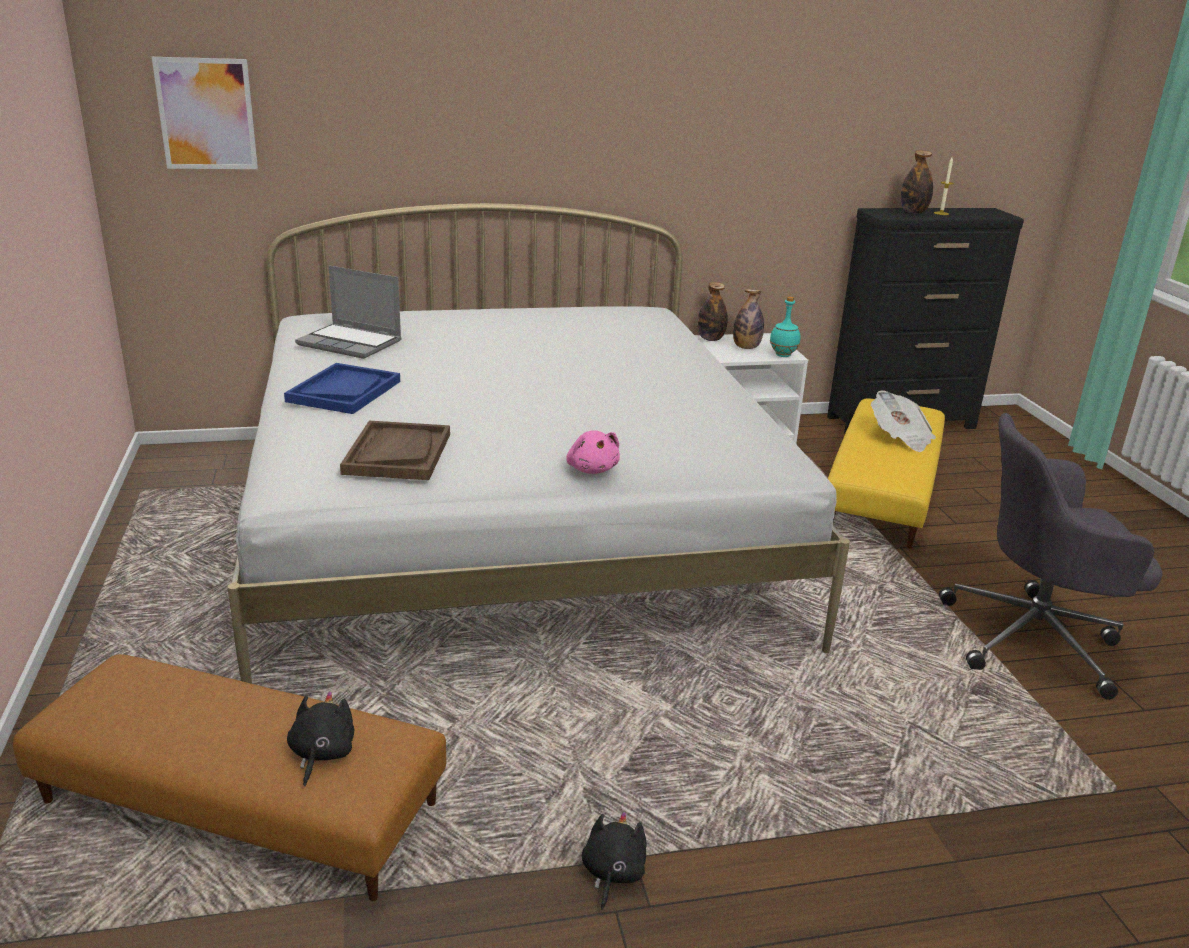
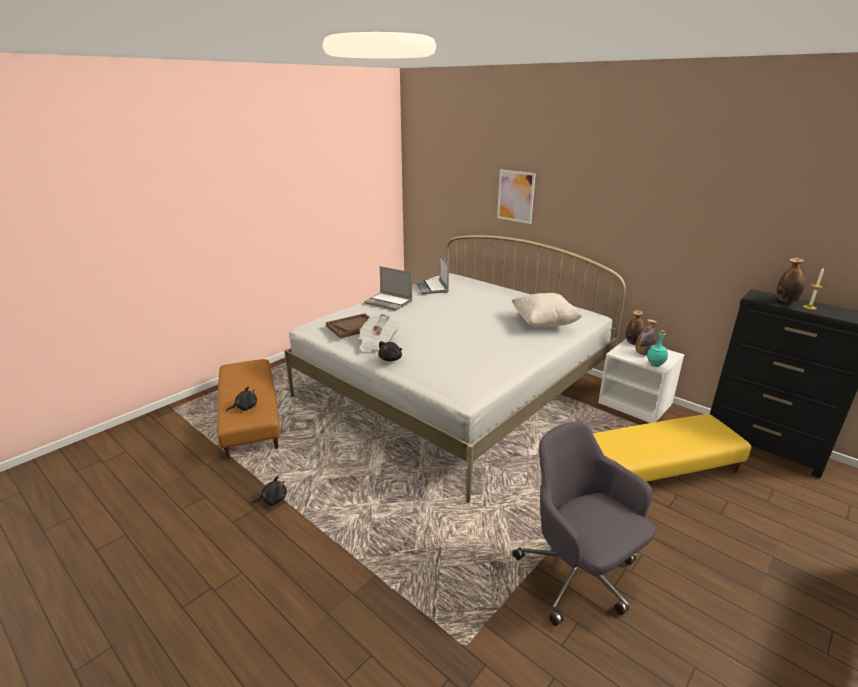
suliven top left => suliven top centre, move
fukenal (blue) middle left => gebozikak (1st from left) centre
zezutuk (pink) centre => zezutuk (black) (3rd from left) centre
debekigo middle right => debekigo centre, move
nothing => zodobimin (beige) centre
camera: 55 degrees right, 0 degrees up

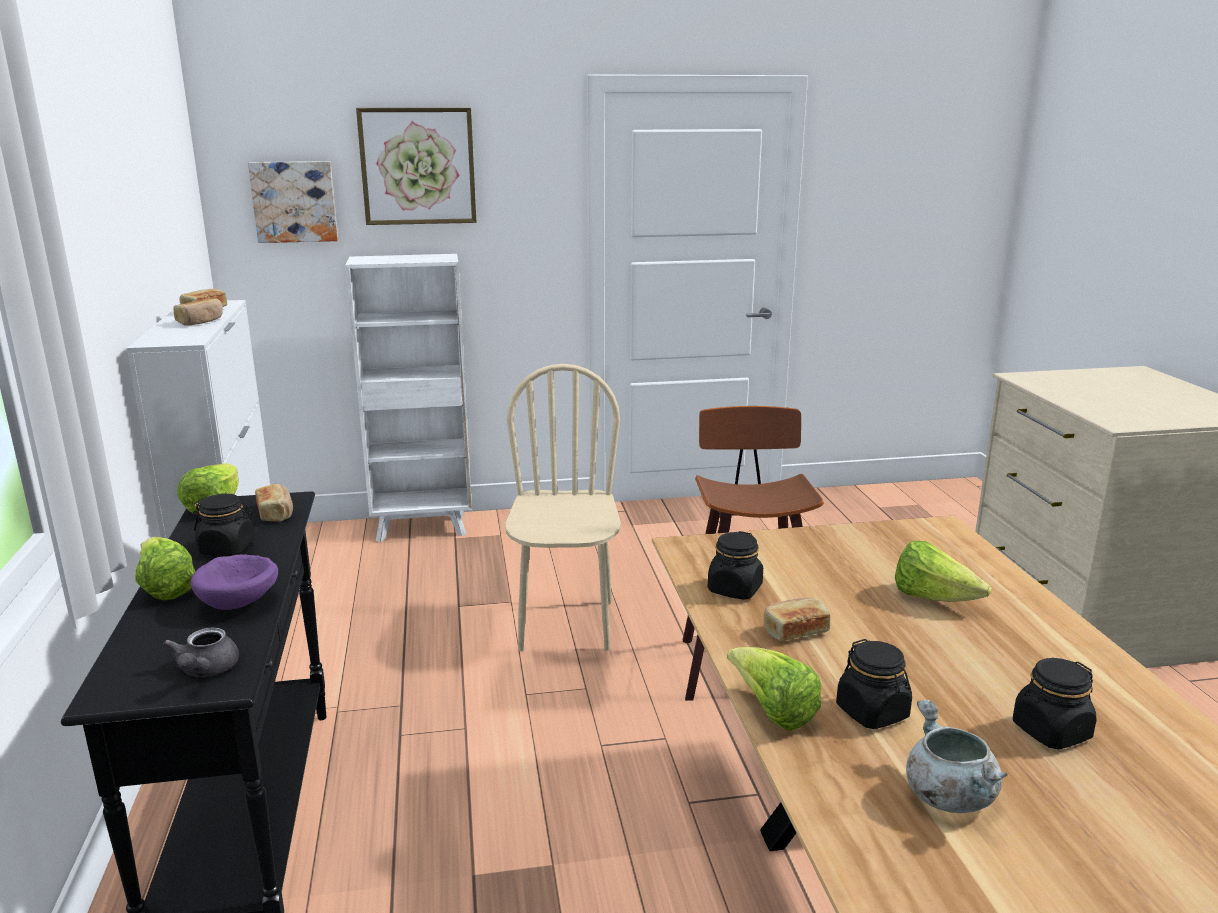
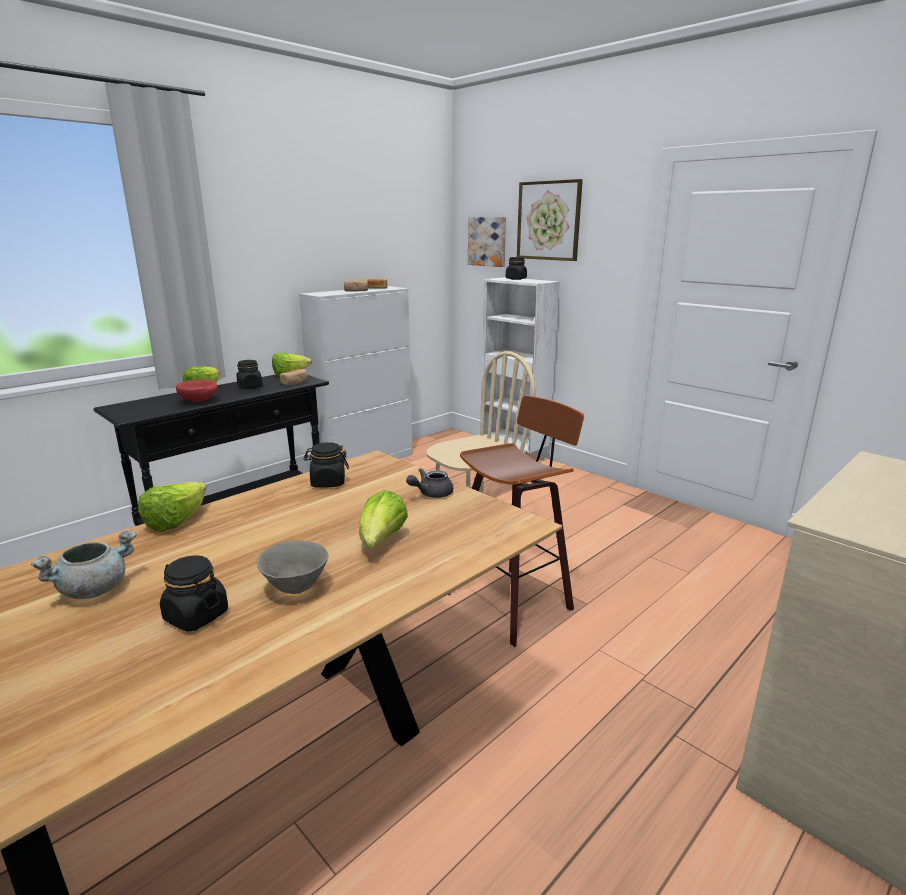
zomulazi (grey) bottom left => zomulazi (grey) centre, move
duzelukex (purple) middle left => duzelukex (red) middle left
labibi (4th from left) bottom centre => nothing
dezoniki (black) (3rd from left in the first image) bottom right => dezoniki (black) (4th from left) top centre, move
nothing => duzelukex (grey) middle left
camera: 55 degrees right, 0 degrees up

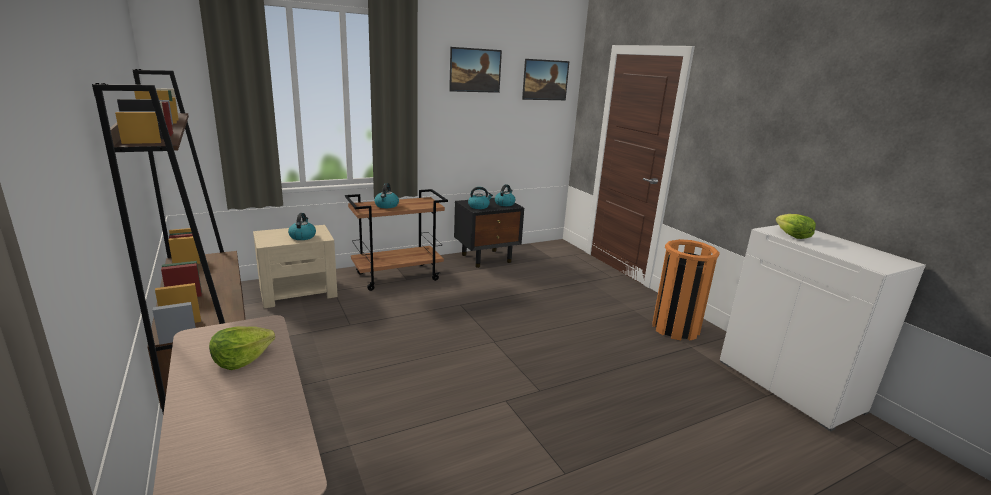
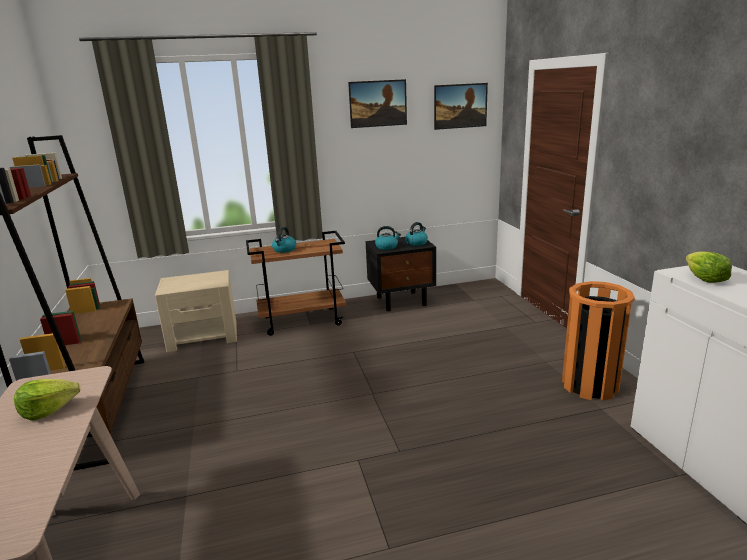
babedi (1st from left) middle left => nothing
camera: 15 degrees right, 0 degrees up

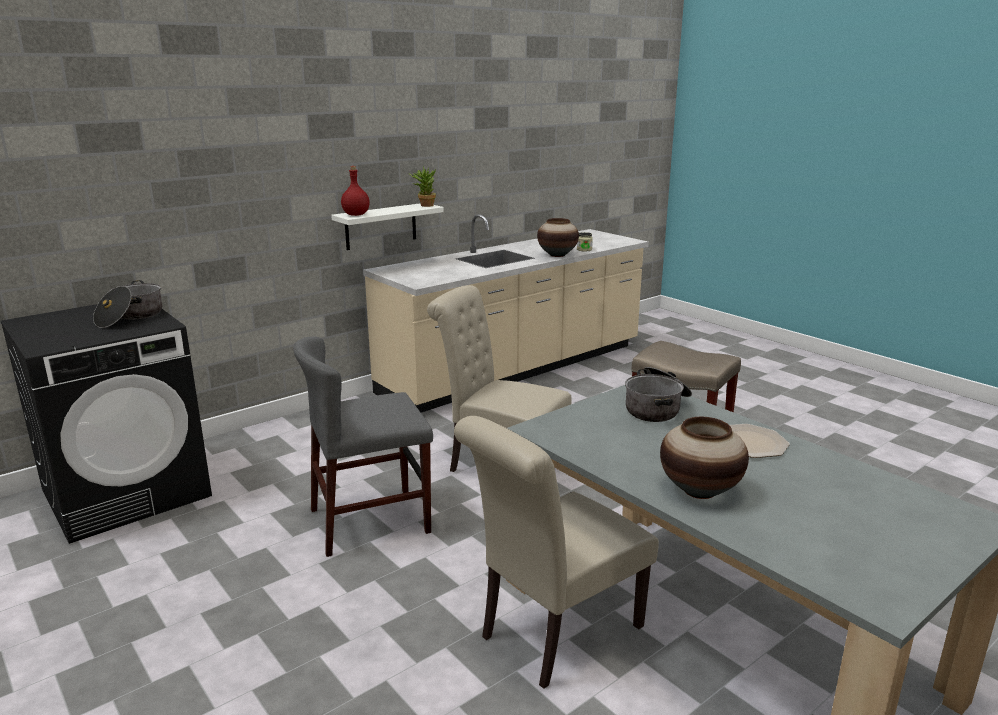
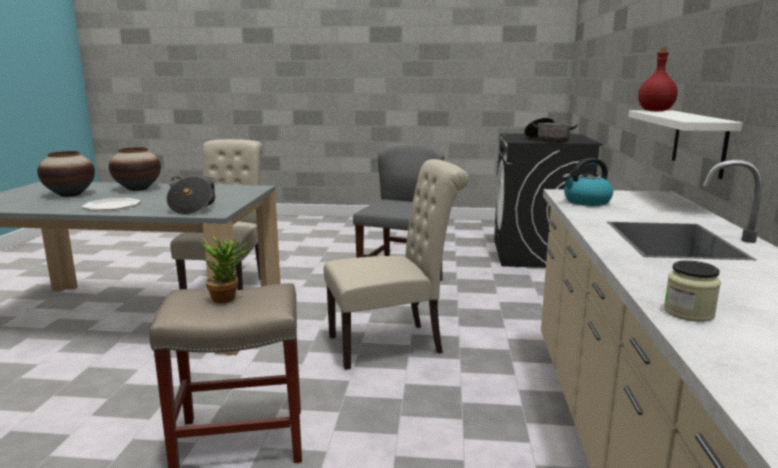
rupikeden top centre => rupikeden middle left, move
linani (1st from left) top centre => linani (1st from left) middle left, move
nothing => babedi middle right
camera: 135 degrees right, 5 degrees down

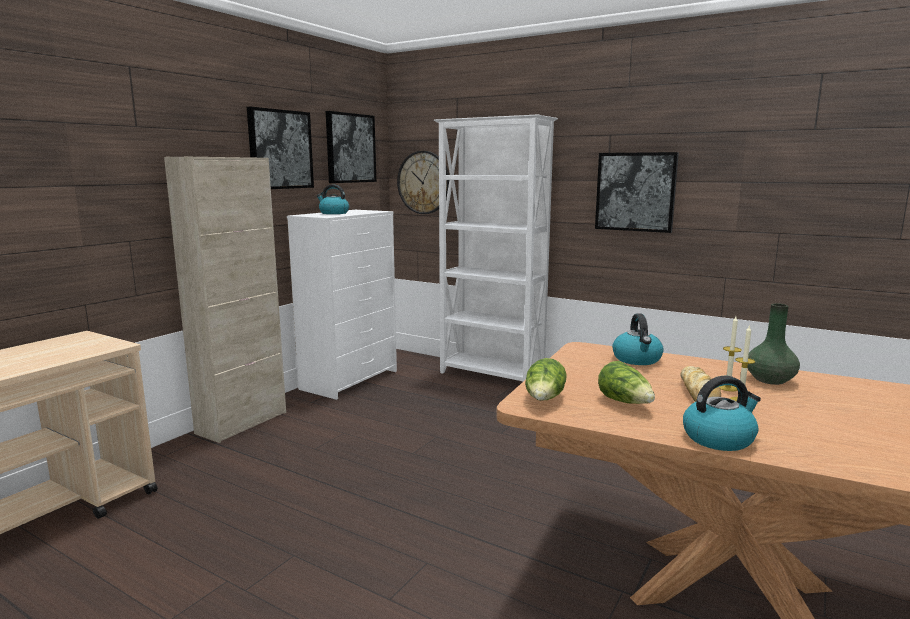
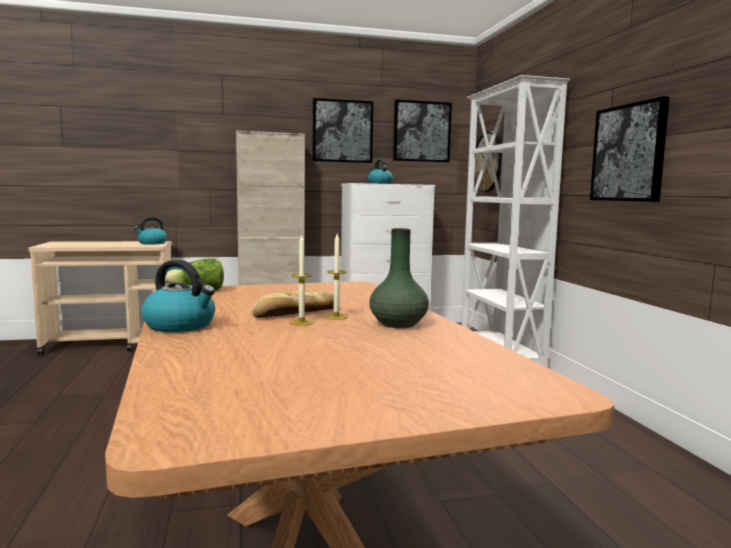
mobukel (2nd from left) middle right => nothing
babedi (2nd from left in the first image) middle right => babedi (1st from left) middle left, move
camera: 45 degrees right, 5 degrees down

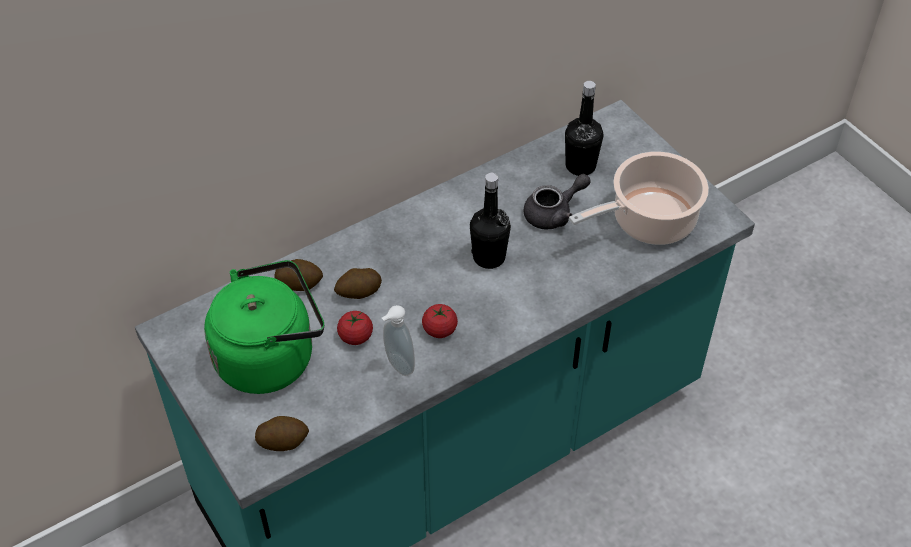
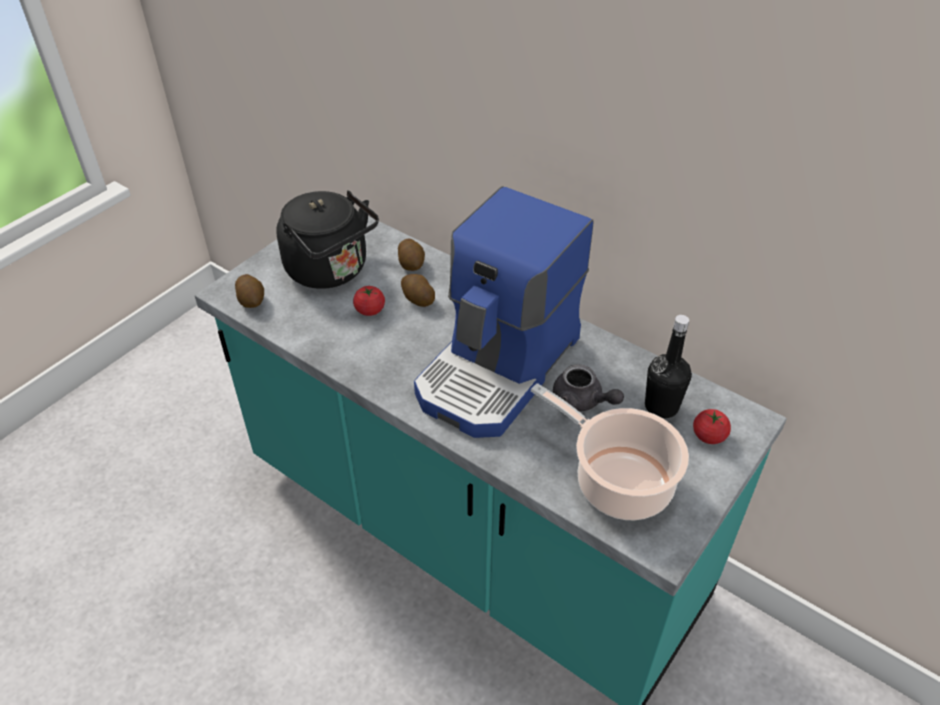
babedi (green) middle left => babedi (black) centre
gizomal centre => nothing
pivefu (2nd from left) centre => pivefu (2nd from left) middle right, move
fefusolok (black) (1st from left) centre => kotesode centre
camera: 70 degrees right, 5 degrees down

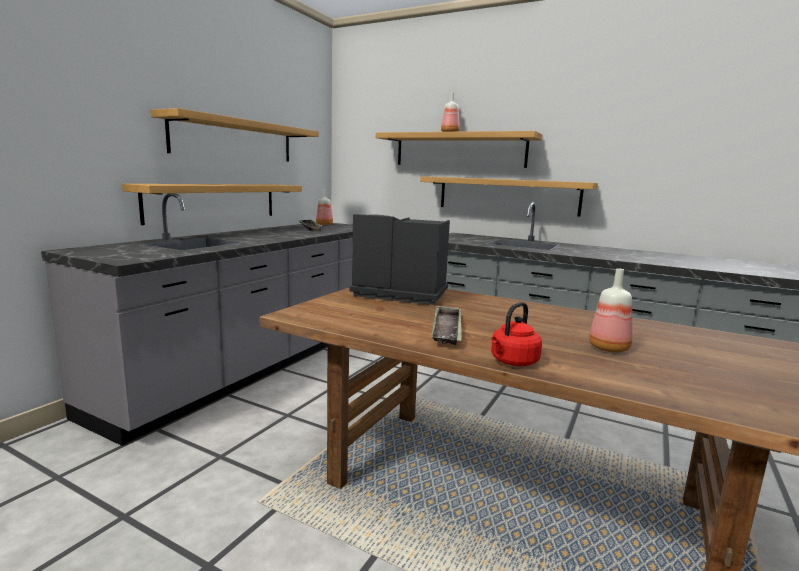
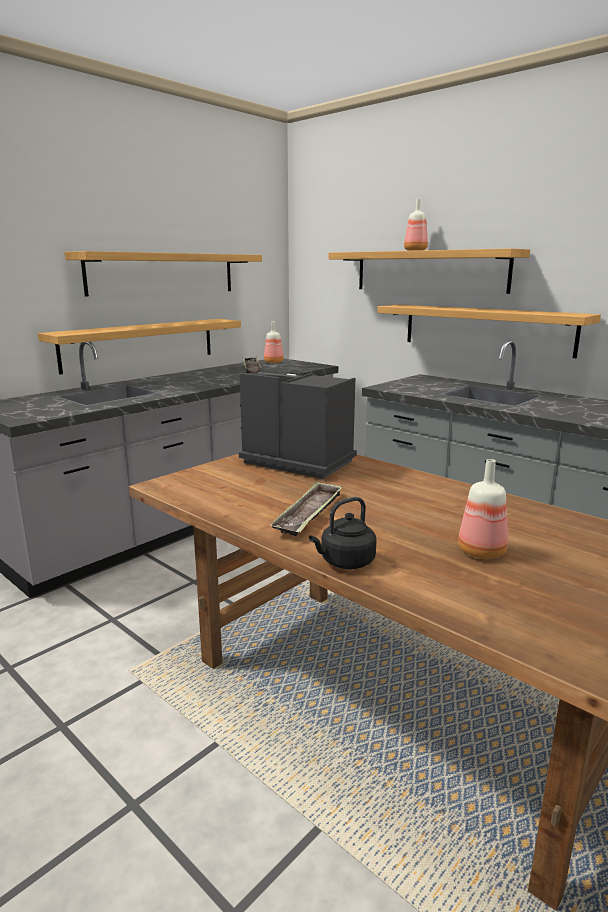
babedi (red) centre => babedi (black) centre
camera: 15 degrees right, 5 degrees up

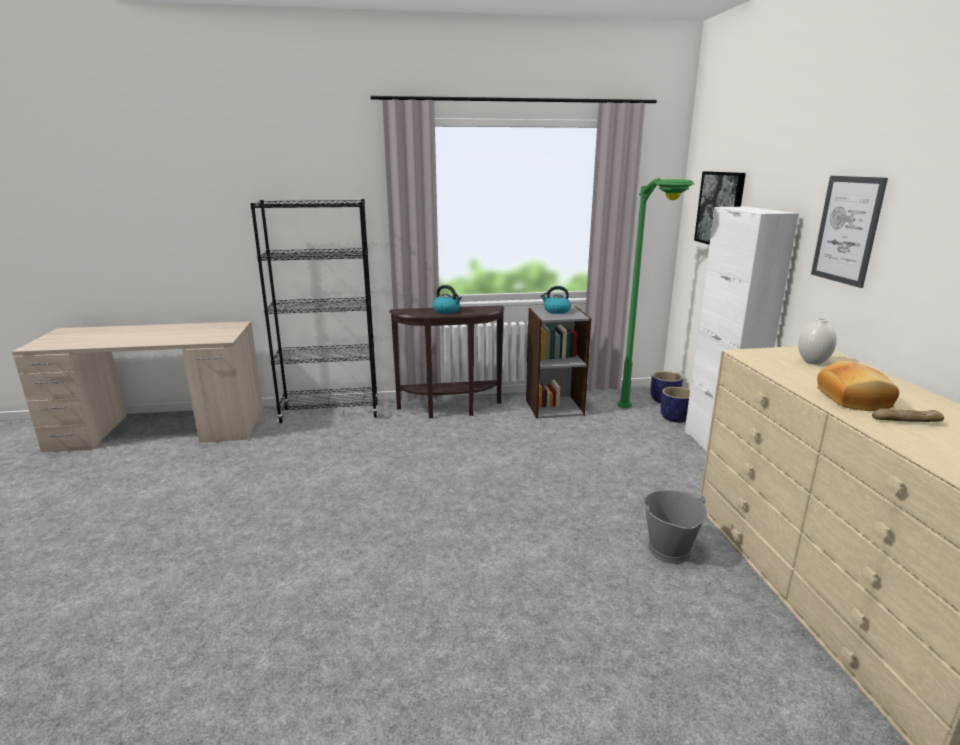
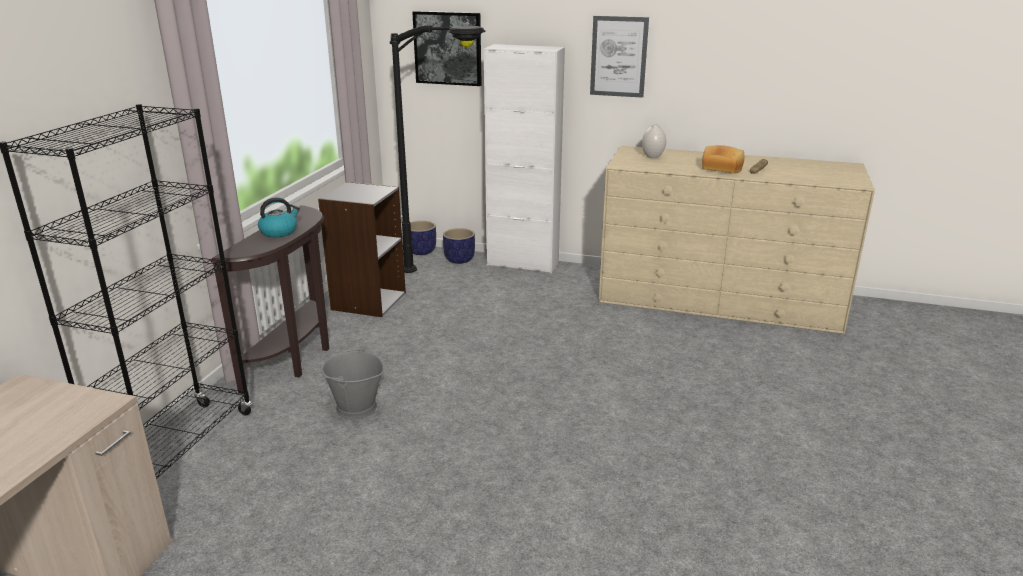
babedi (2nd from left) centre => nothing
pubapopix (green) middle right => pubapopix (black) top centre
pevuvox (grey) bottom right => pevuvox (grey) centre, move
camera: 65 degrees left, 5 degrees up

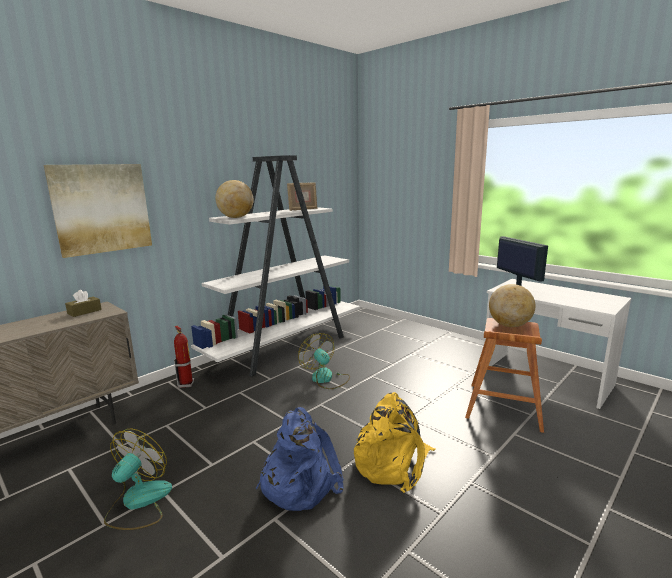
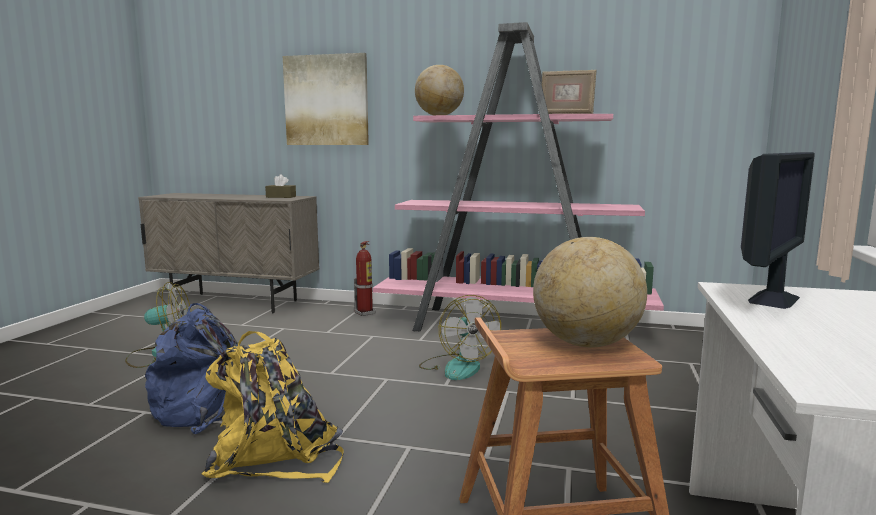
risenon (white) centre => risenon (pink) centre
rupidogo (2nd from left) centre, 135 degrees clockwise
camera: 60 degrees right, 5 degrees down

